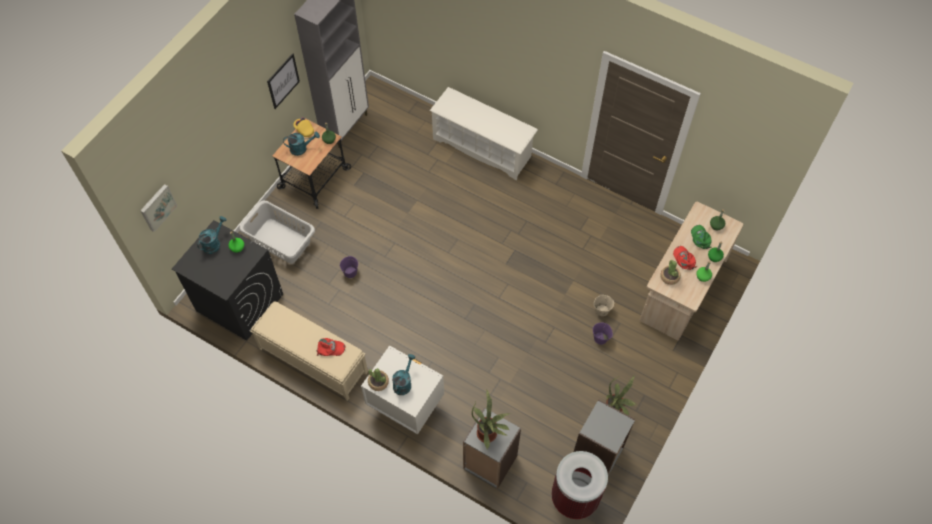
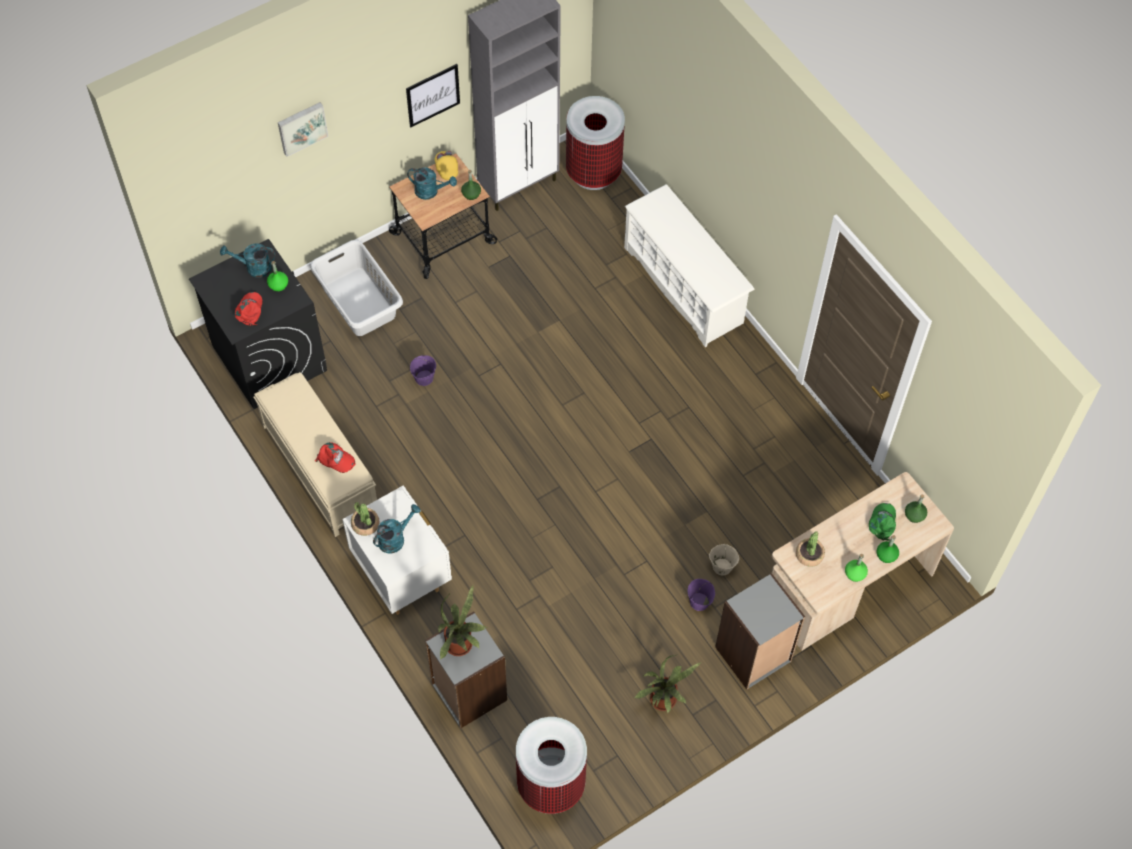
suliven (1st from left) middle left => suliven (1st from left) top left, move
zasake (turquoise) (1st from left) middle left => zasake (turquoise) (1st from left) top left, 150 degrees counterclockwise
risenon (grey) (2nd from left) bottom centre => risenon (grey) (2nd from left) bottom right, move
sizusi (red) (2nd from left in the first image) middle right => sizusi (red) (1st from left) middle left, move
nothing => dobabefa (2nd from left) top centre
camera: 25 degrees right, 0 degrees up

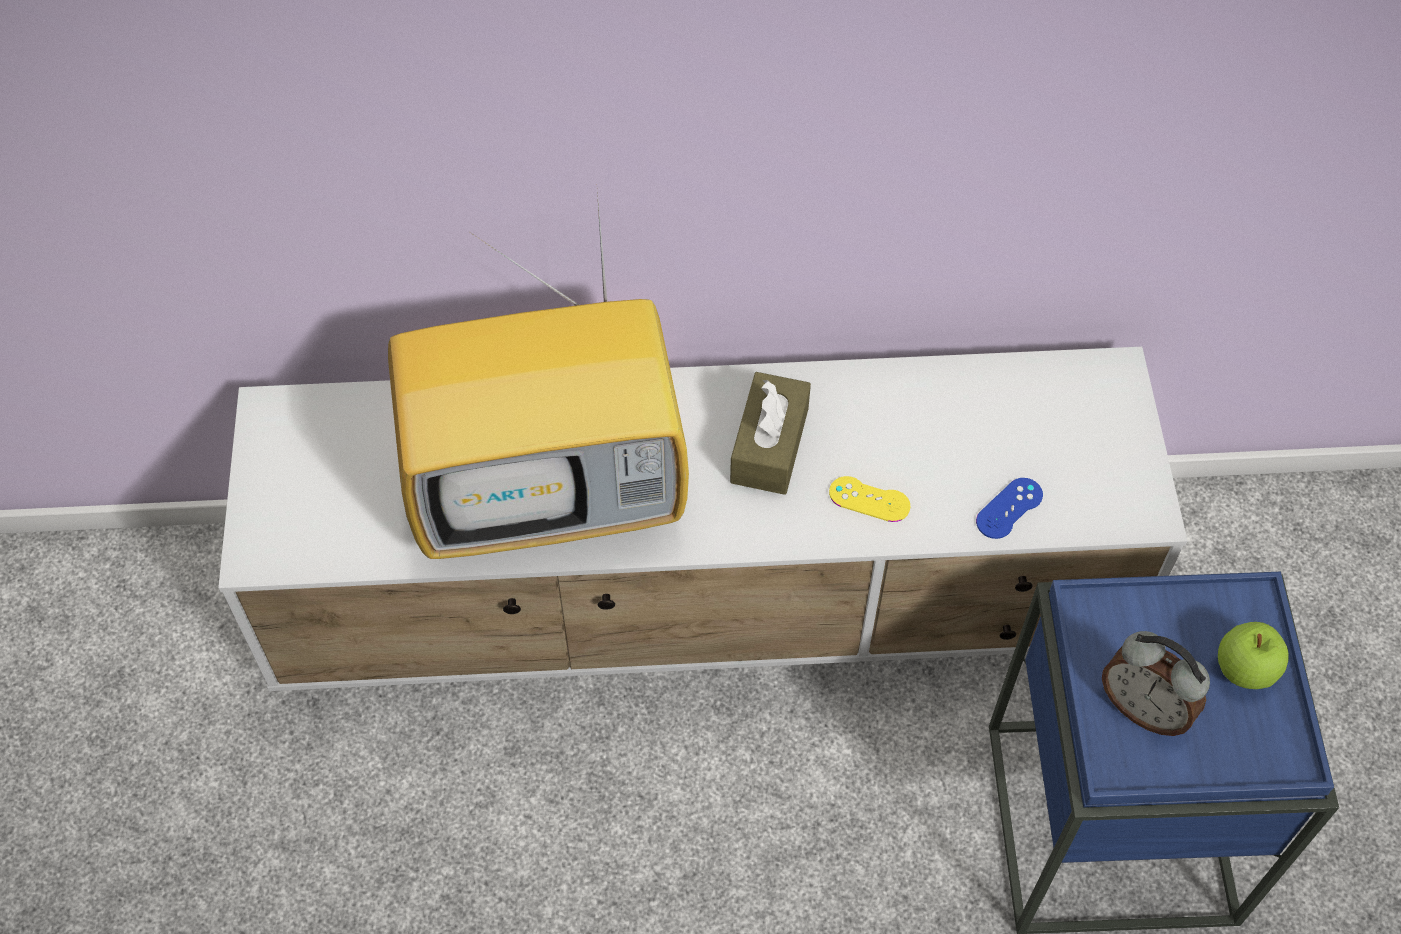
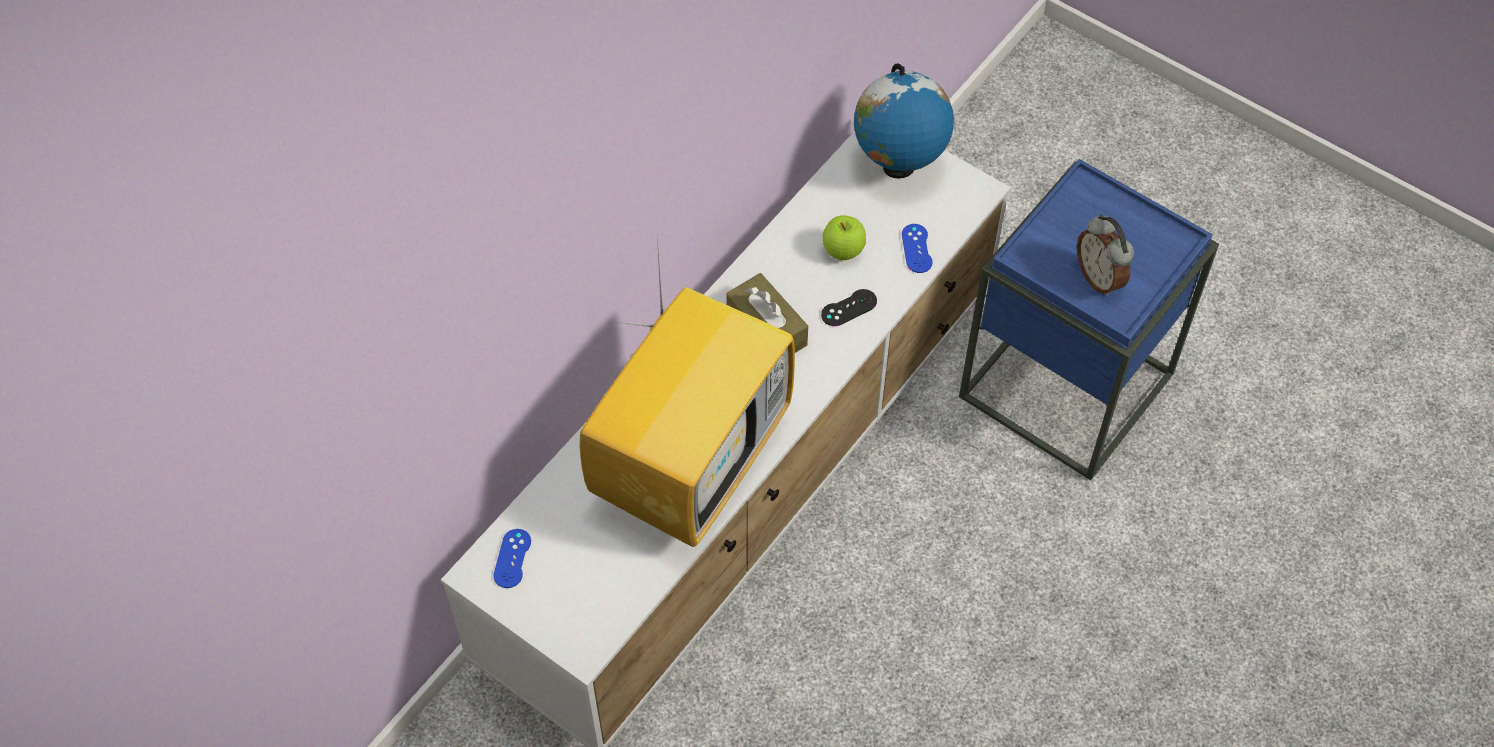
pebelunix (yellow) centre => pebelunix (black) centre
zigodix bottom right => zigodix middle right, 75 degrees clockwise
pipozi bottom right => pipozi top centre, move
nothing => pebelunix (blue) (1st from left) bottom centre
nothing => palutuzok top centre
camera: 50 degrees left, 0 degrees up

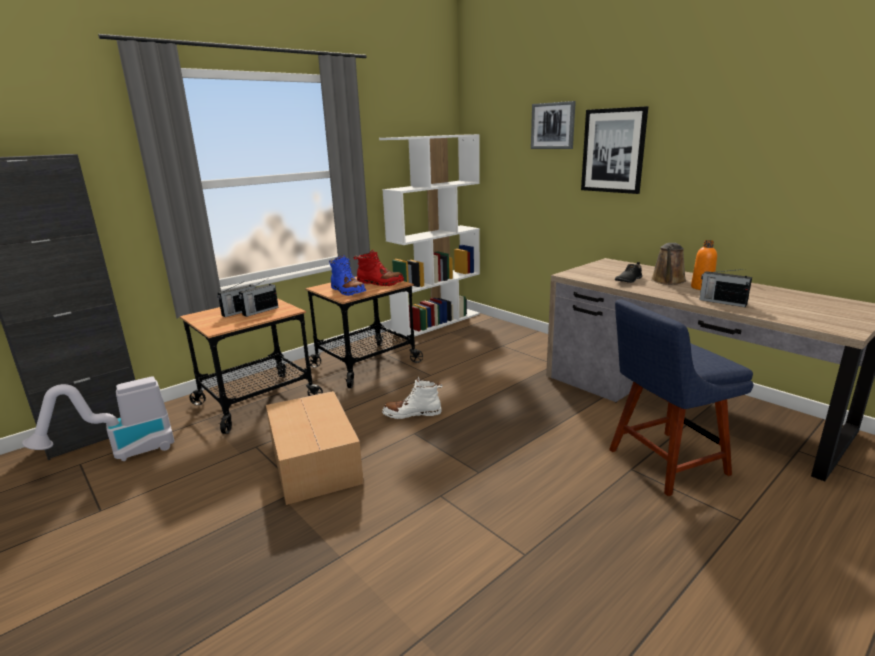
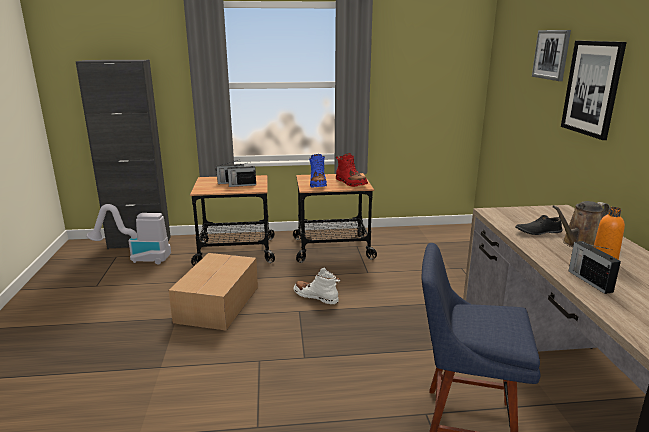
risenon (white) centre => nothing
camera: 35 degrees right, 0 degrees up

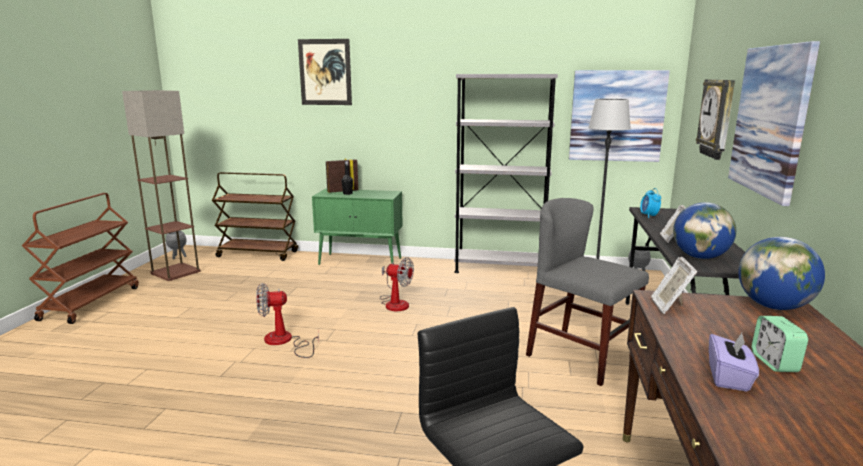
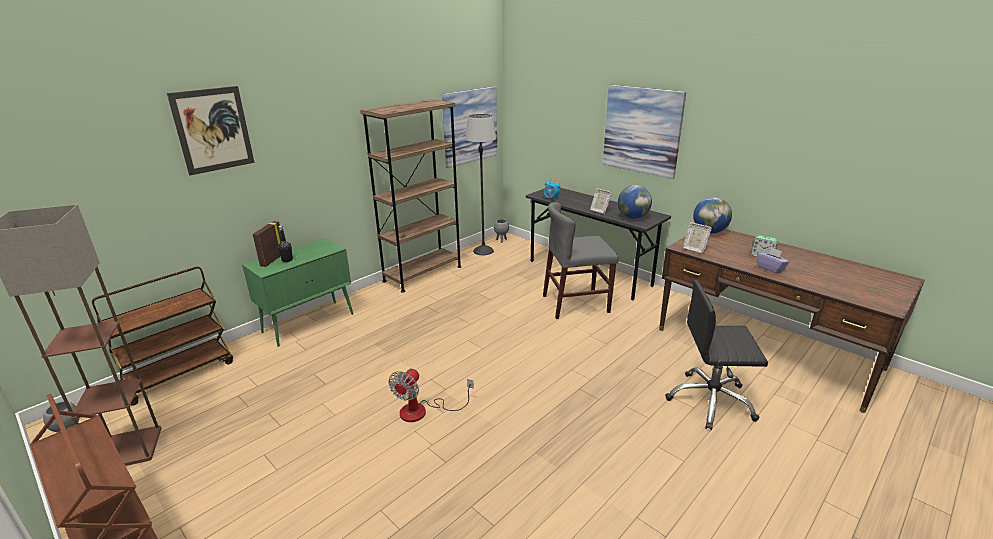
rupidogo (2nd from left) centre => nothing
risenon (grey) centre => risenon (brown) centre
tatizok top right => nothing
camera: 55 degrees left, 10 degrees up

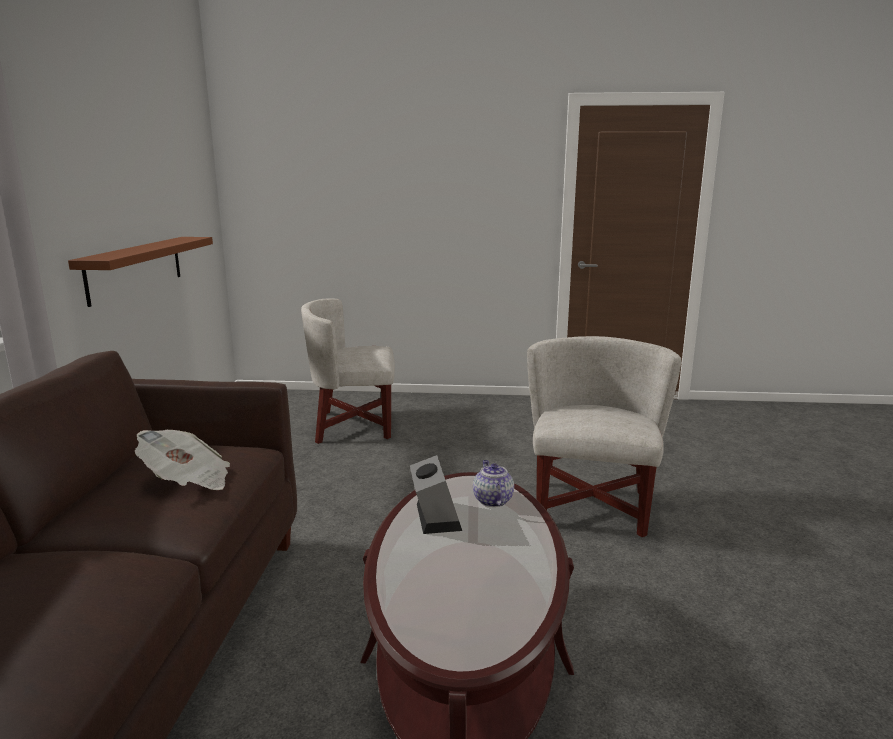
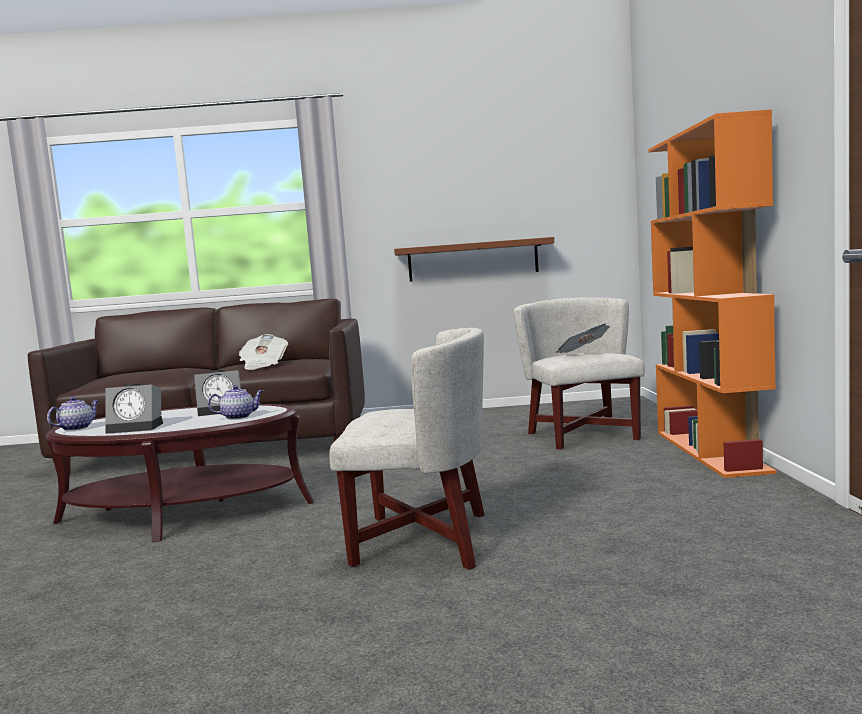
nothing => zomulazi (1st from left) middle left
nothing => zigodix (1st from left) middle left
nothing => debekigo (2nd from left) middle right
nothing => risenon (orange) middle right
camera: 85 degrees right, 10 degrees down

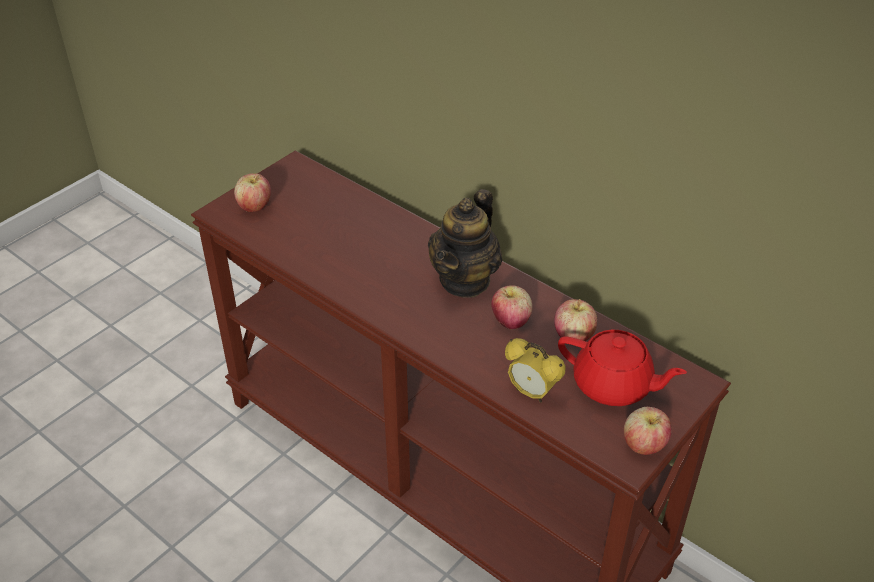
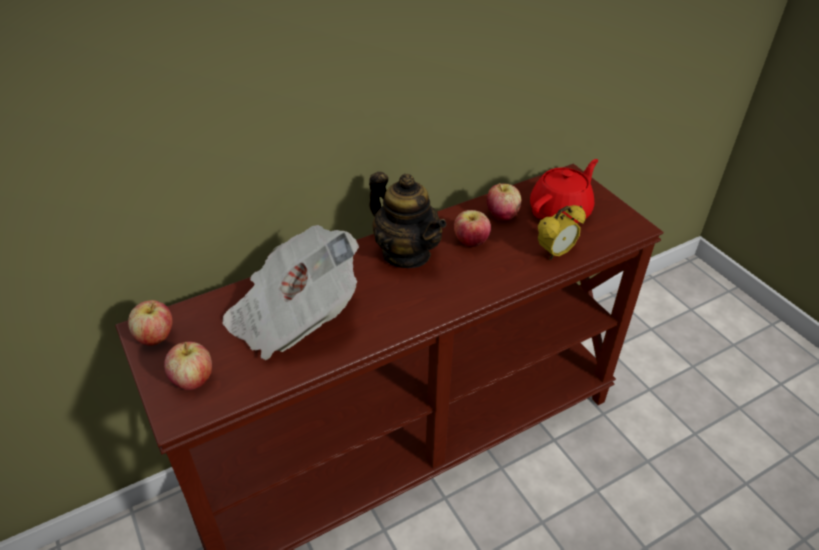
pipozi (4th from left in the first image) bottom right => pipozi (1st from left) middle left, move
nothing => debekigo centre
camera: 70 degrees left, 0 degrees up

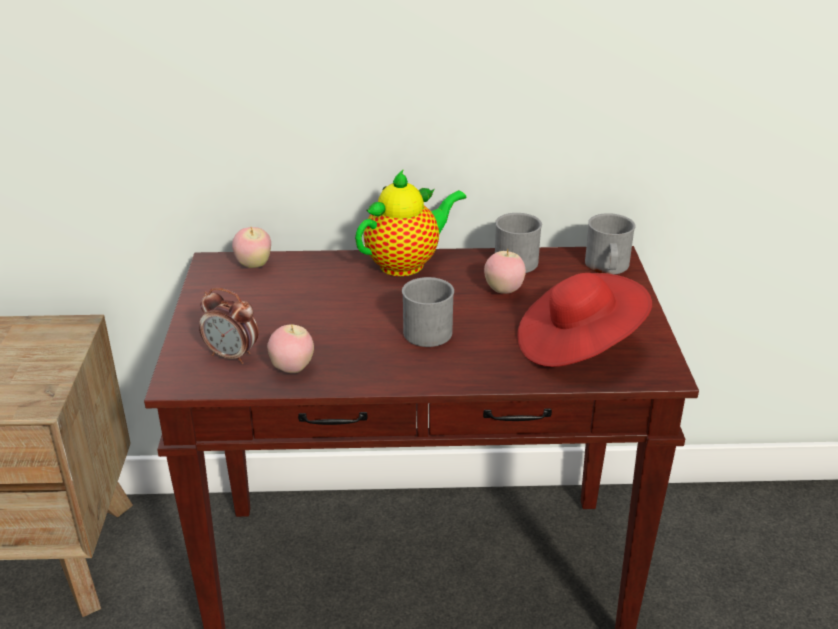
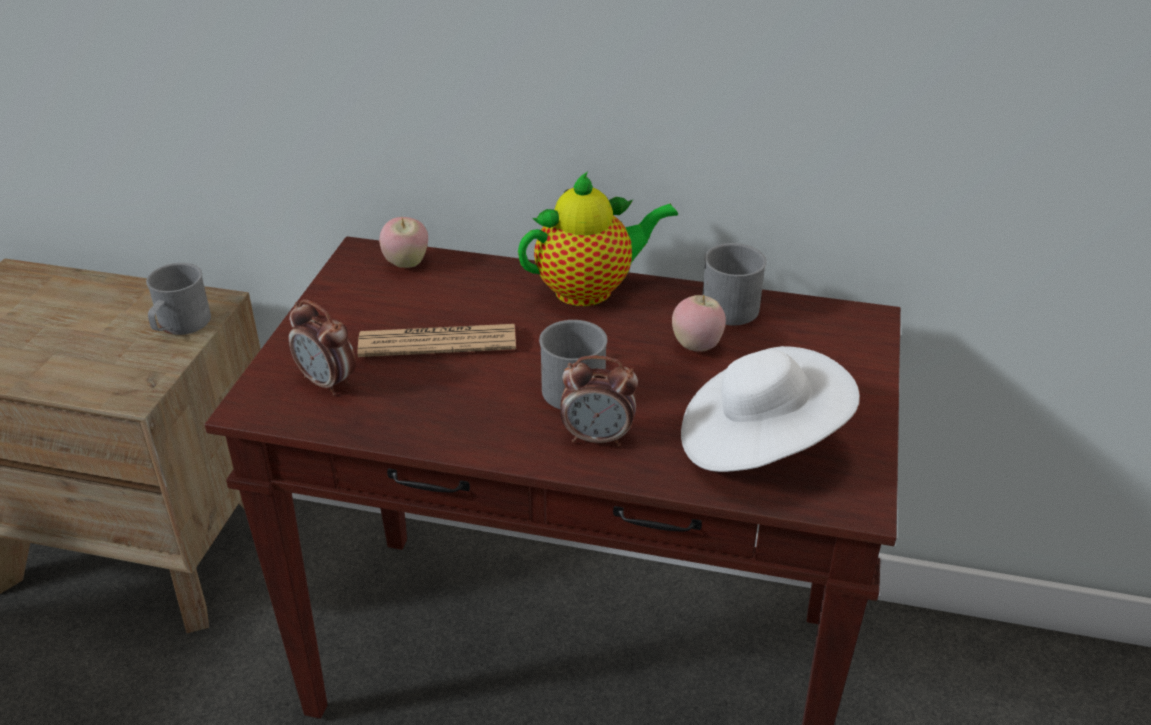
pipozi (2nd from left) centre => nothing
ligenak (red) middle right => ligenak (white) middle right
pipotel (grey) (3rd from left in the first image) middle right => pipotel (grey) (1st from left) middle left, move
nothing => debekigo centre
nothing => zigodix (2nd from left) centre
camera: 15 degrees right, 5 degrees up

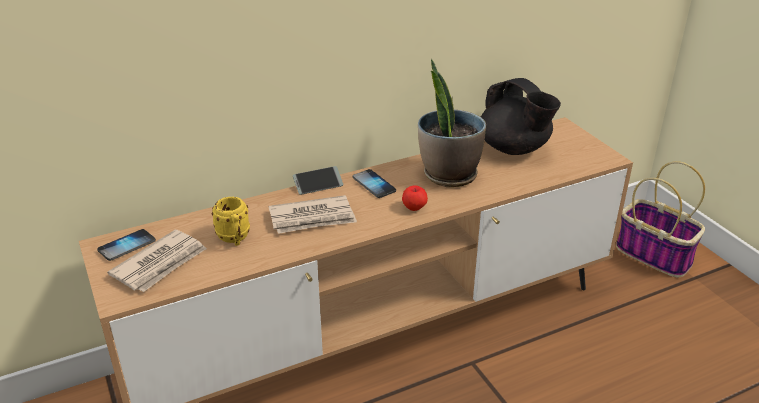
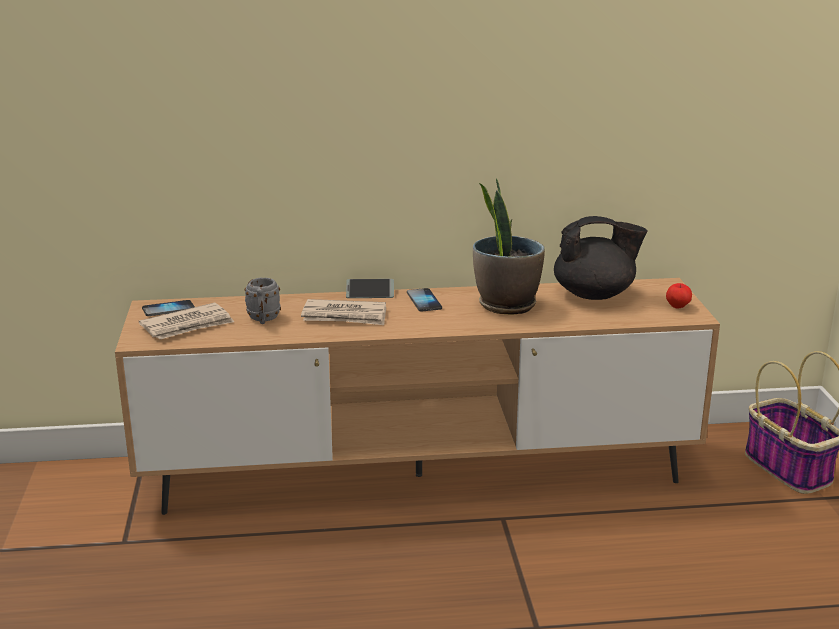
pipotel (yellow) middle left => pipotel (grey) middle left
pipozi centre => pipozi middle right, move
zomulazi (black) top right => zomulazi (black) middle right, 75 degrees counterclockwise
camera: 20 degrees right, 10 degrees down

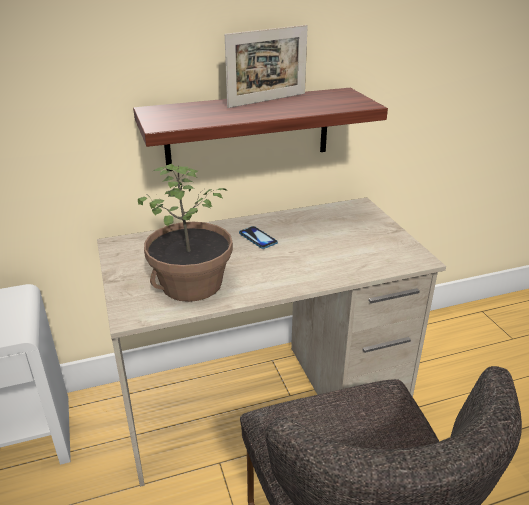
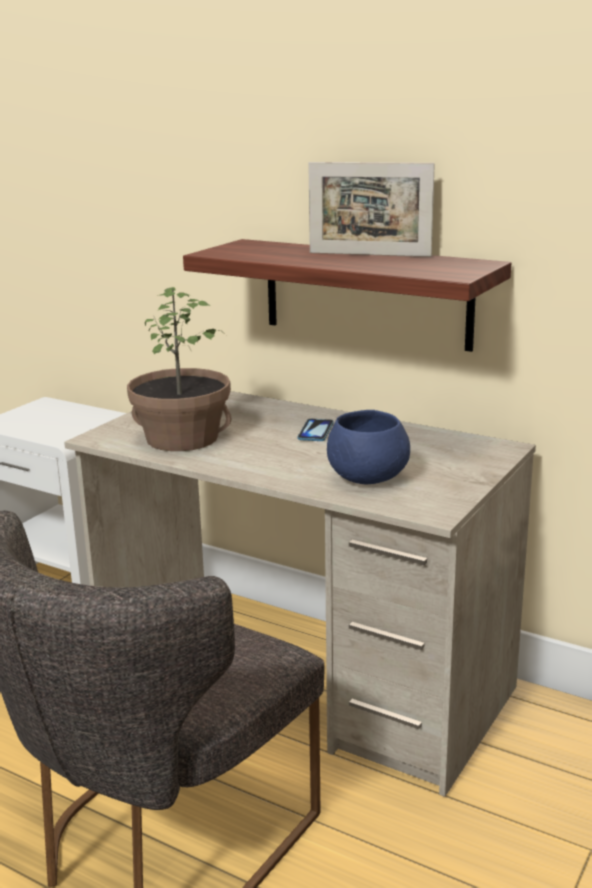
nothing => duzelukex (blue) centre
camera: 50 degrees right, 10 degrees down

